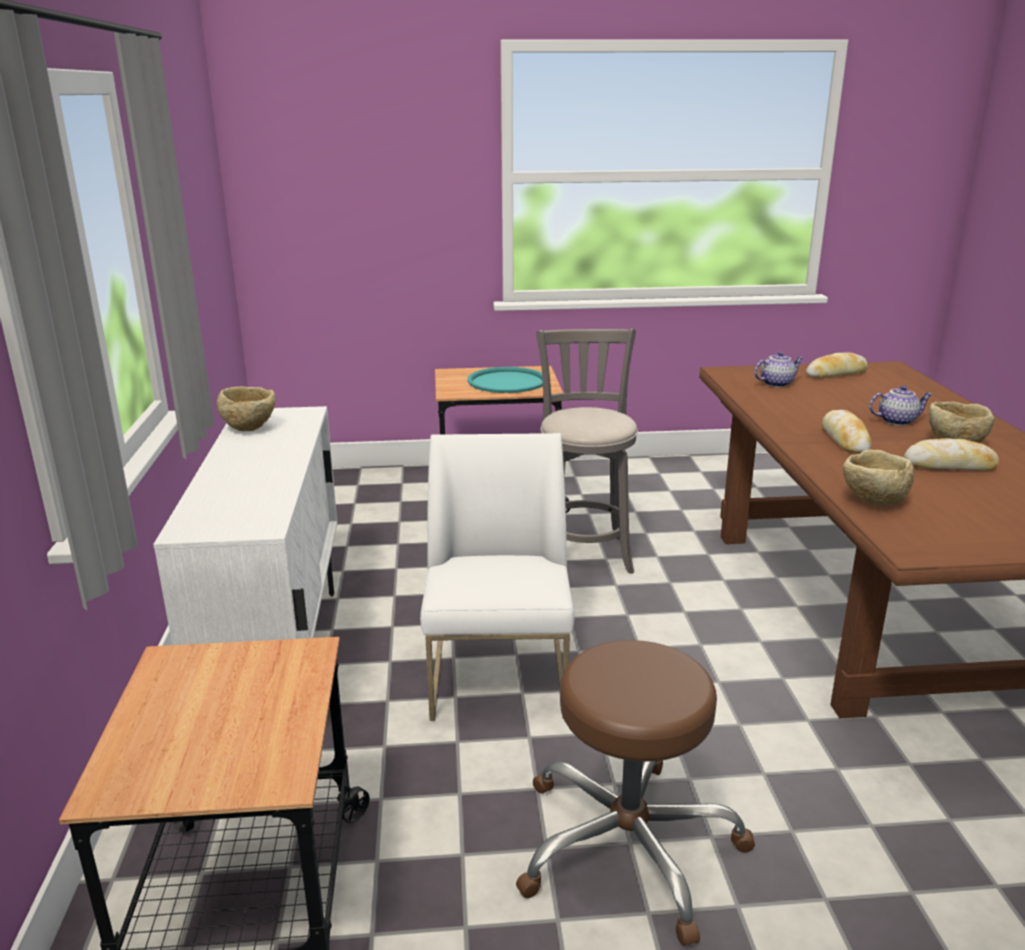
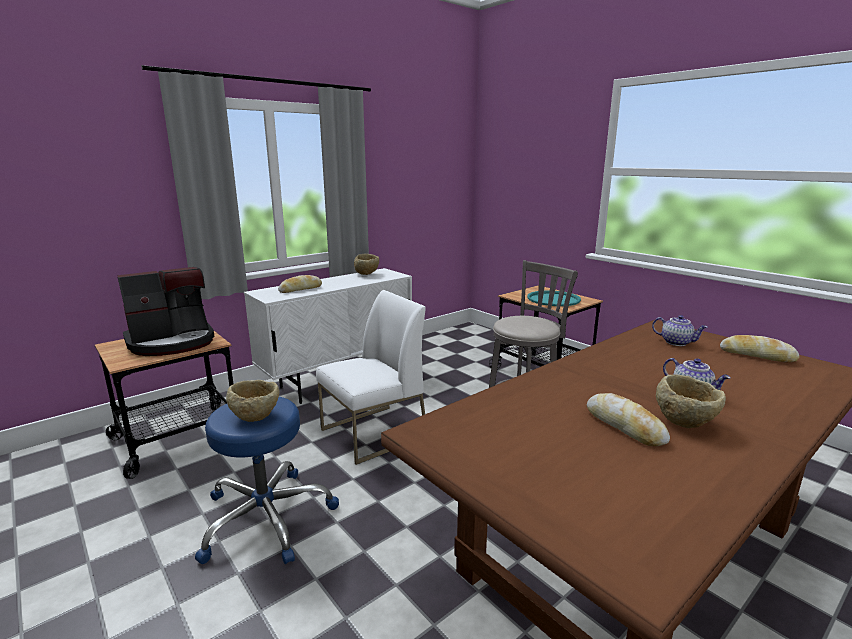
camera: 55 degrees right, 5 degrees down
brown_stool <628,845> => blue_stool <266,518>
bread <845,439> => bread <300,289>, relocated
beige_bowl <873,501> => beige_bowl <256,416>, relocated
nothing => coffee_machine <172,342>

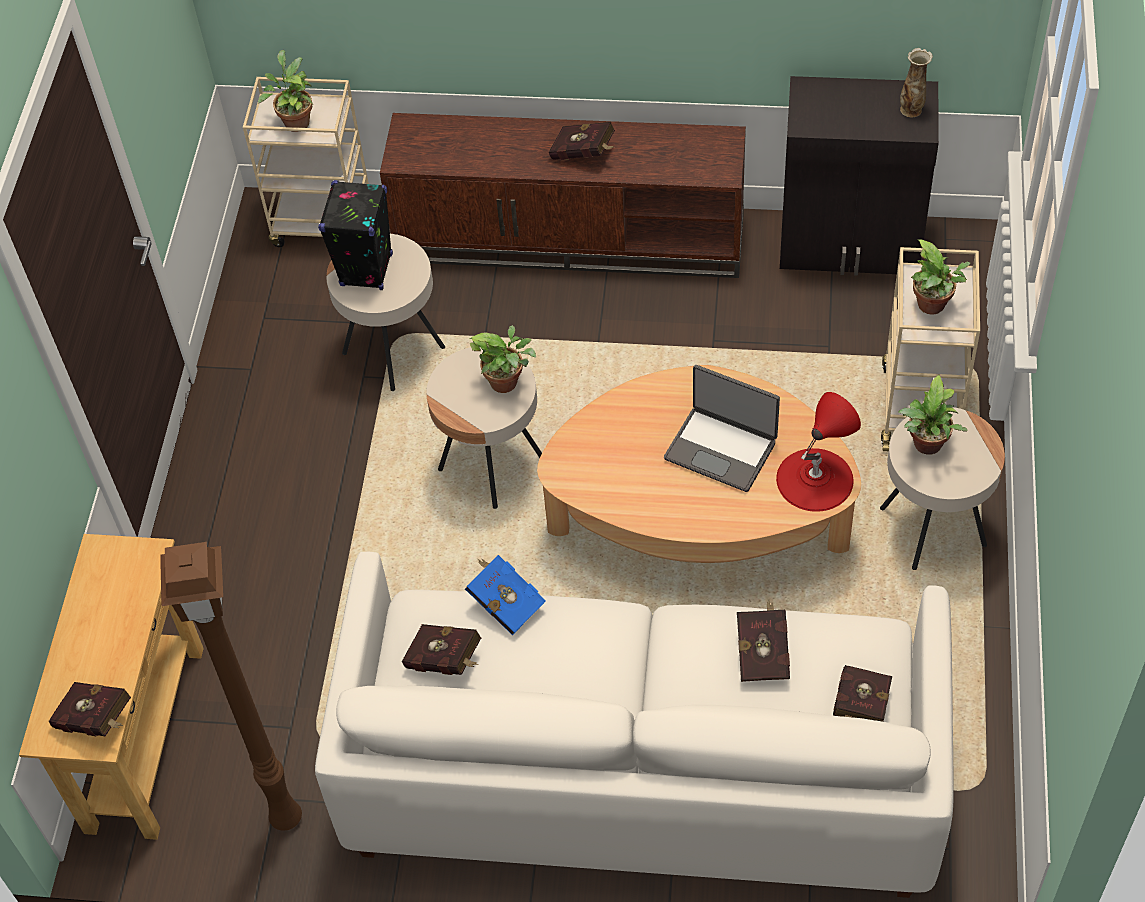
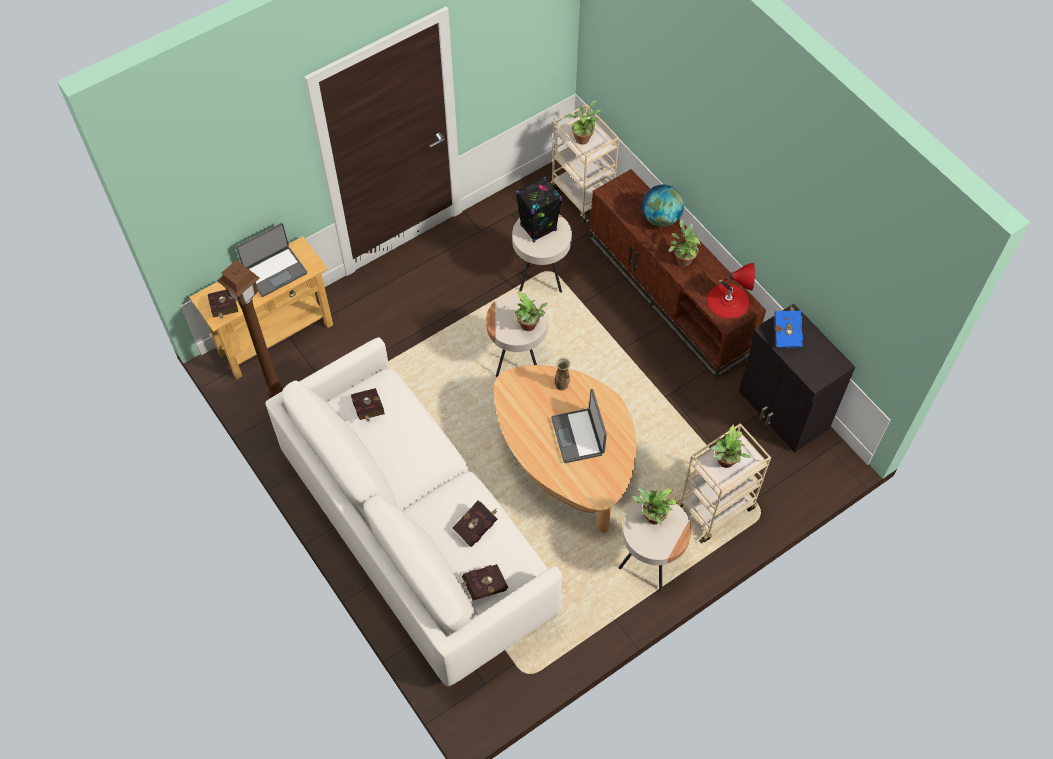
camera: 45 degrees right, 5 degrees up
blue_book <505,602> => blue_book <786,333>, relocated
red_book <584,154> => potted_plant <682,259>
red_table_lamp <814,479> => red_table_lamp <728,301>, relocated
vase <911,110> => vase <561,385>, relocated
nothing => laptop <275,271>
nothing => globe <661,218>

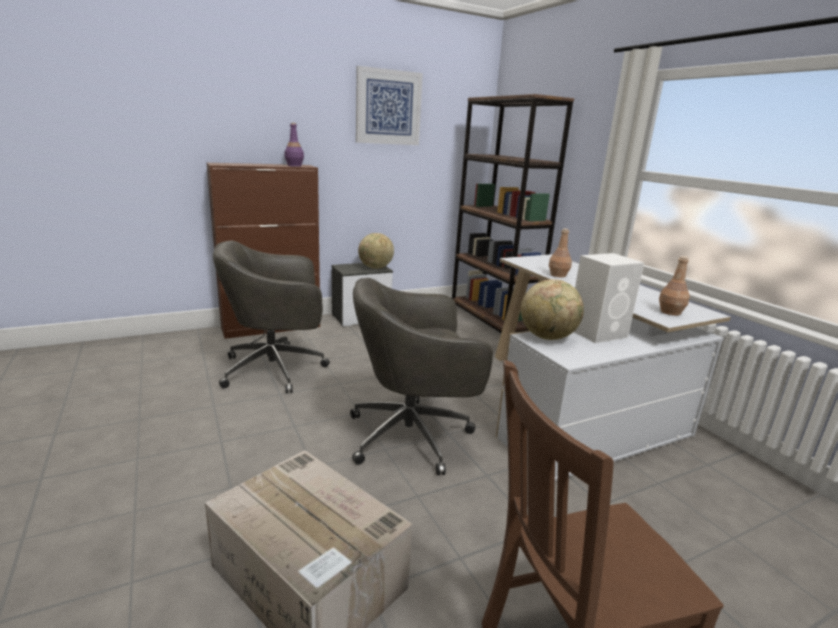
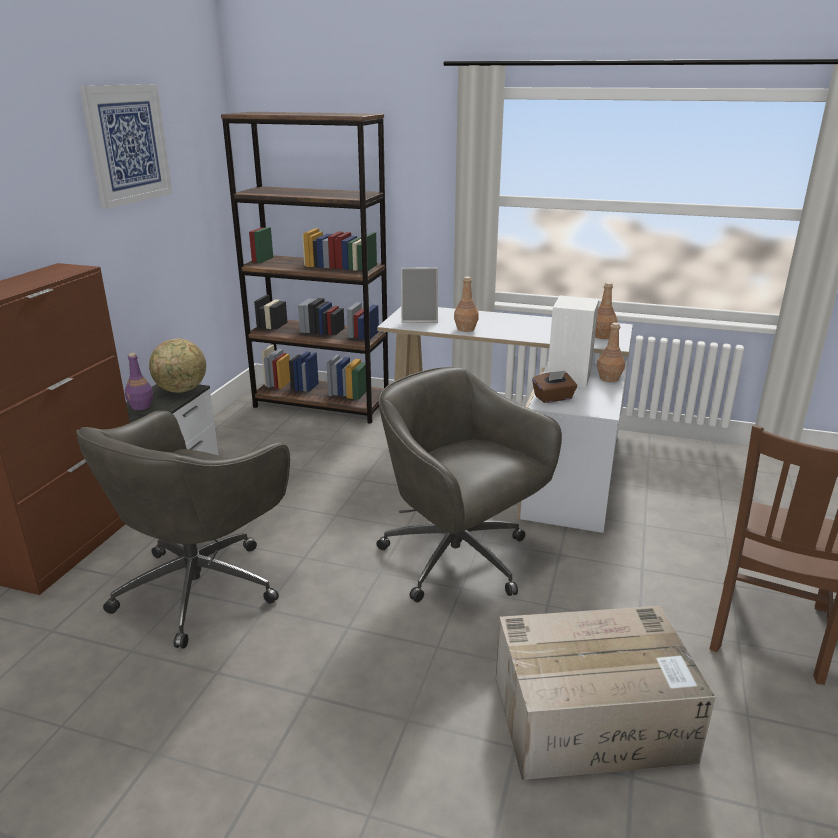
camera: 45 degrees left, 5 degrees up
purple_bottle <294,166> => purple_bottle <141,406>, relocated
grey_office_chair <413,435> => grey_office_chair <459,561>, 105 degrees clockwise
globe <547,337> => brown_tissue_box <553,398>
nothing => picture_frame <419,319>
nothing => brown_bottle <609,378>

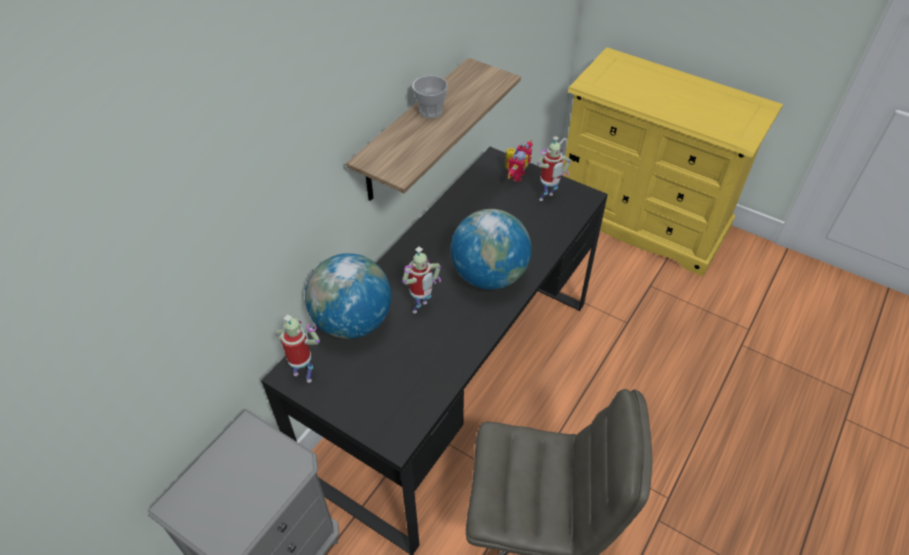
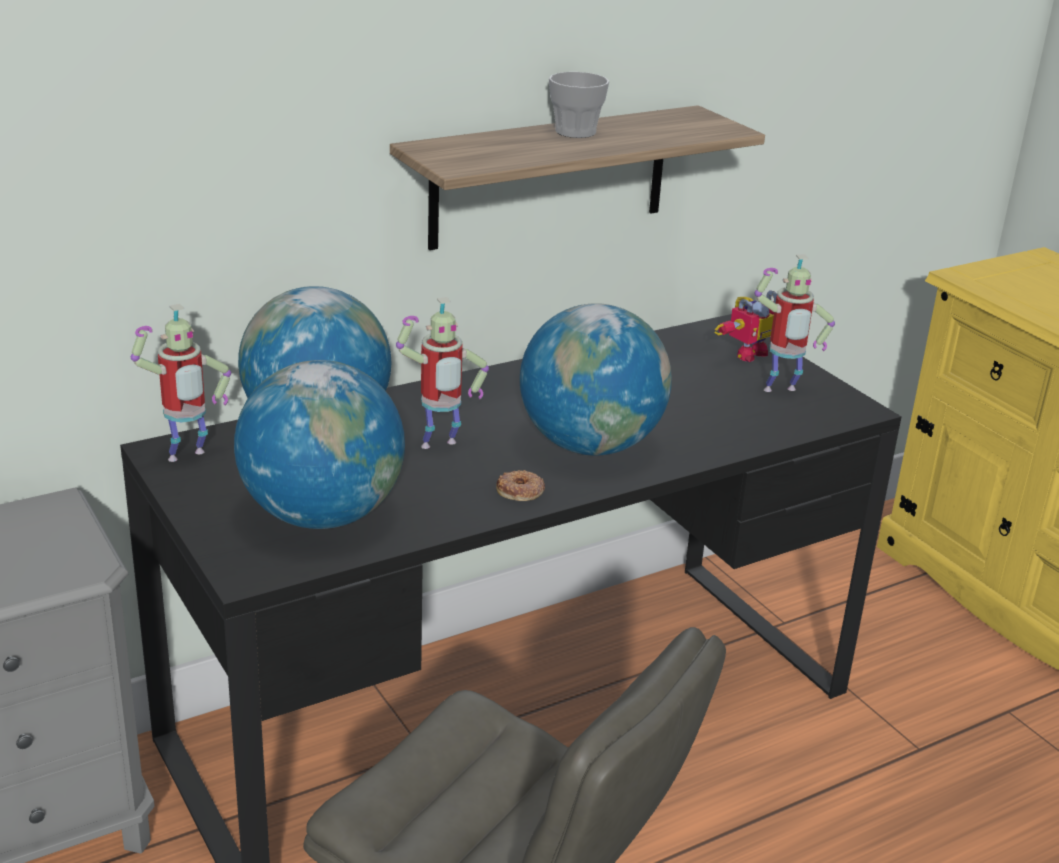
camera: 25 degrees right, 20 degrees down
toy_robot <305,374> => toy_robot <187,458>, 90 degrees clockwise
nothing => globe <322,515>
nothing => donut <520,491>

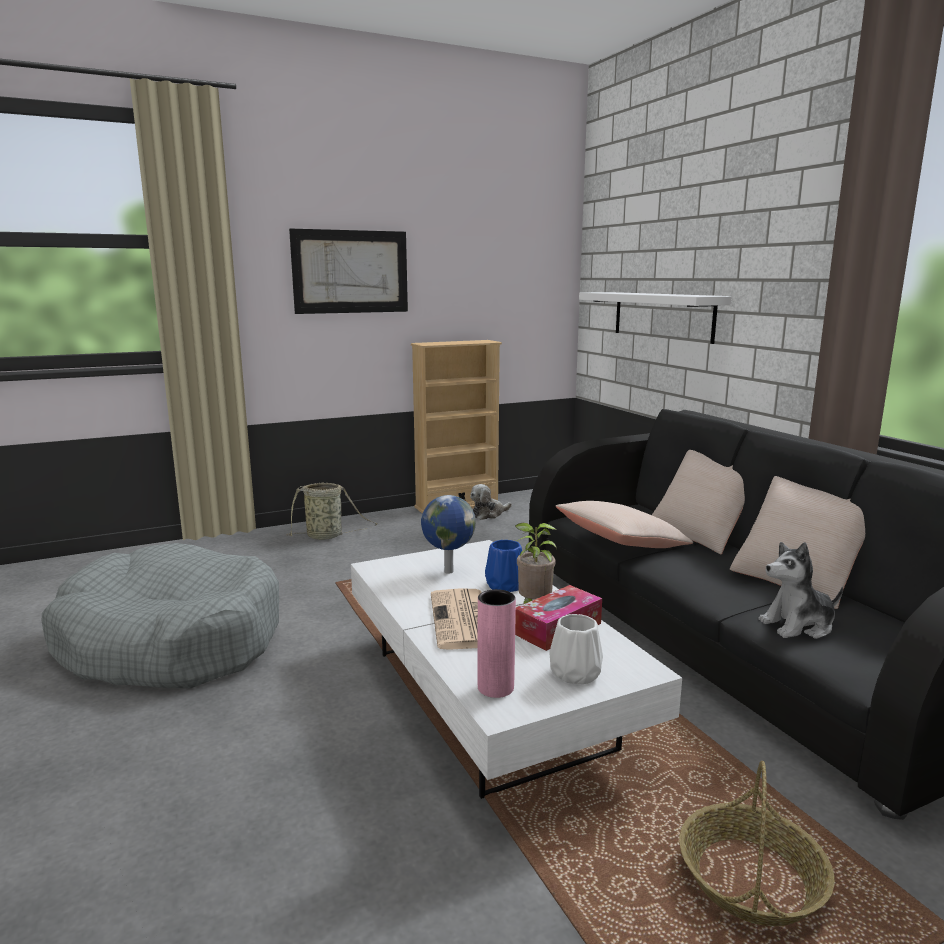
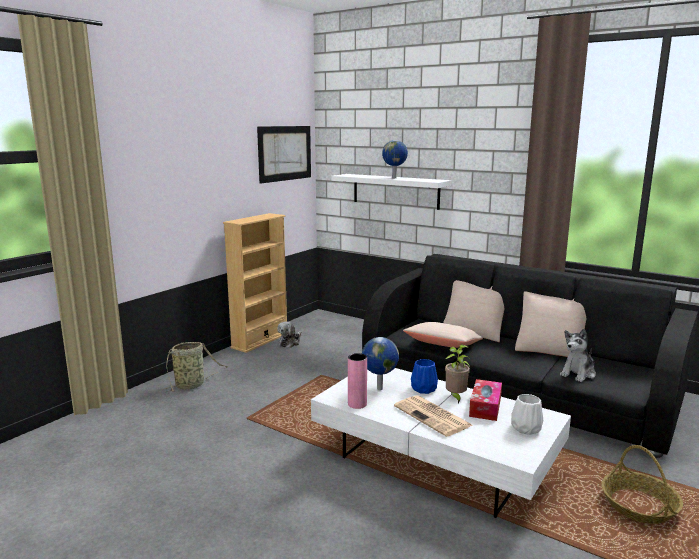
camera: 30 degrees left, 0 degrees up
grey_dog_bed <171,641> => nothing
picture <351,272> => picture <285,153>, relocated
pink_vase <495,688> => pink_vase <357,404>, relocated
nothing => globe <394,178>

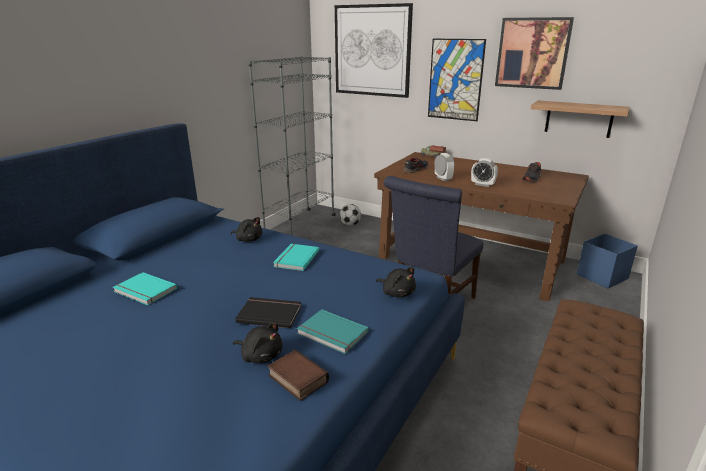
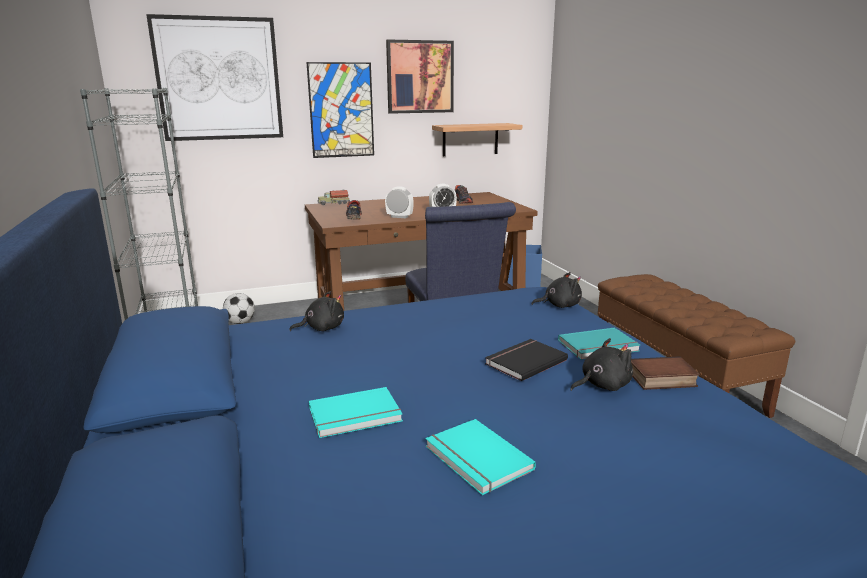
camera: 50 degrees left, 5 degrees down
turquoise_book <295,258> => turquoise_book <476,459>, relocated

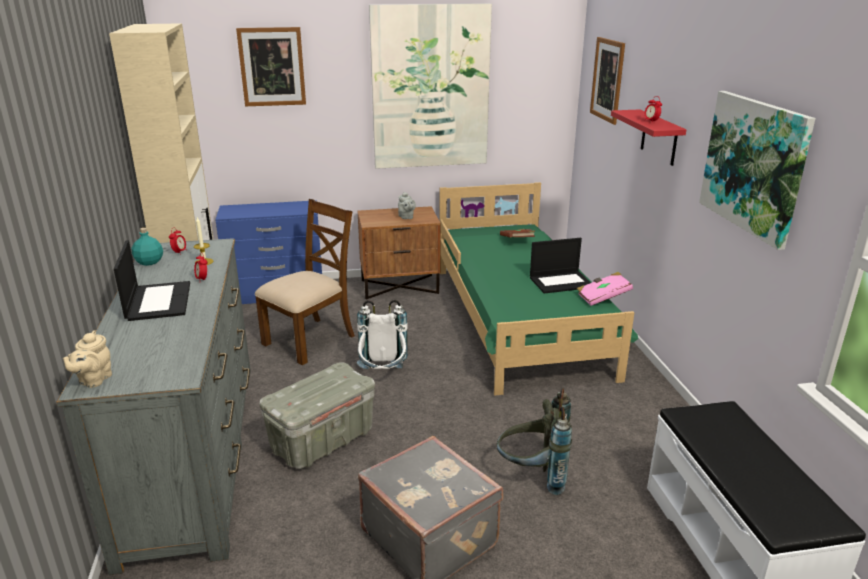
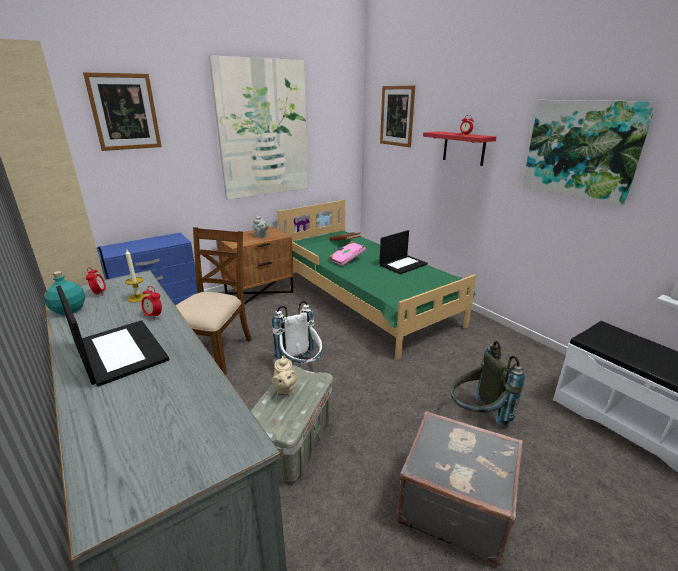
camera: 25 degrees left, 0 degrees up
beige_teapot <93,380> => beige_teapot <285,390>, relocated
pink_book <603,298> => pink_book <346,260>, relocated

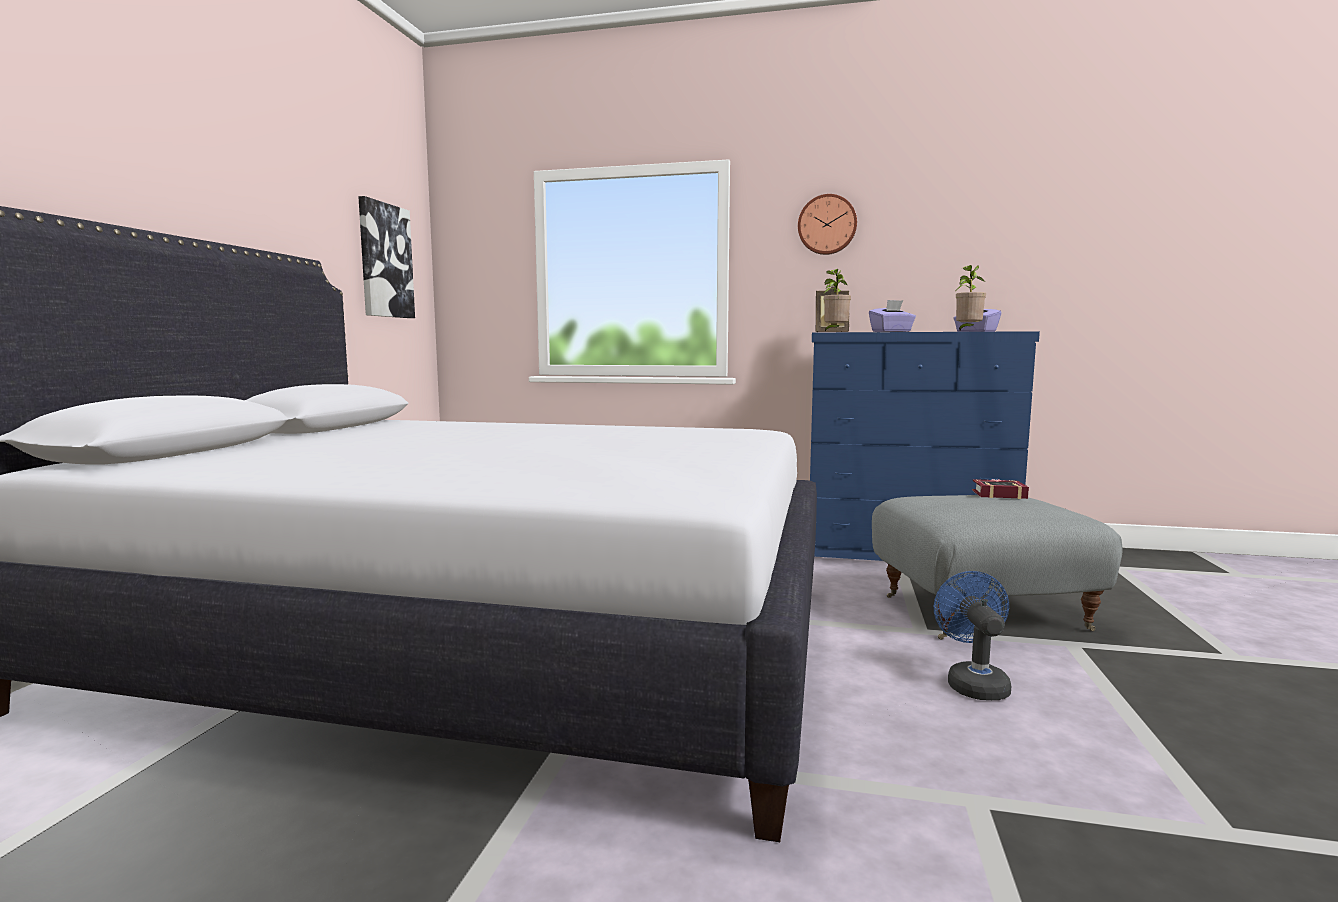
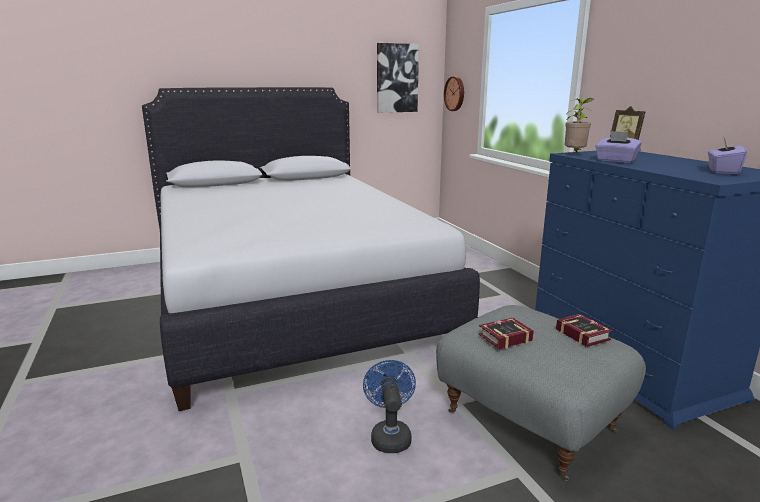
camera: 55 degrees right, 10 degrees up
wall_clock <827,225> => wall_clock <455,93>, relocated
blue_fan <973,683> => blue_fan <390,435>, 60 degrees counterclockwise
potted_plant <967,331> => nothing
nothing => book <502,337>

